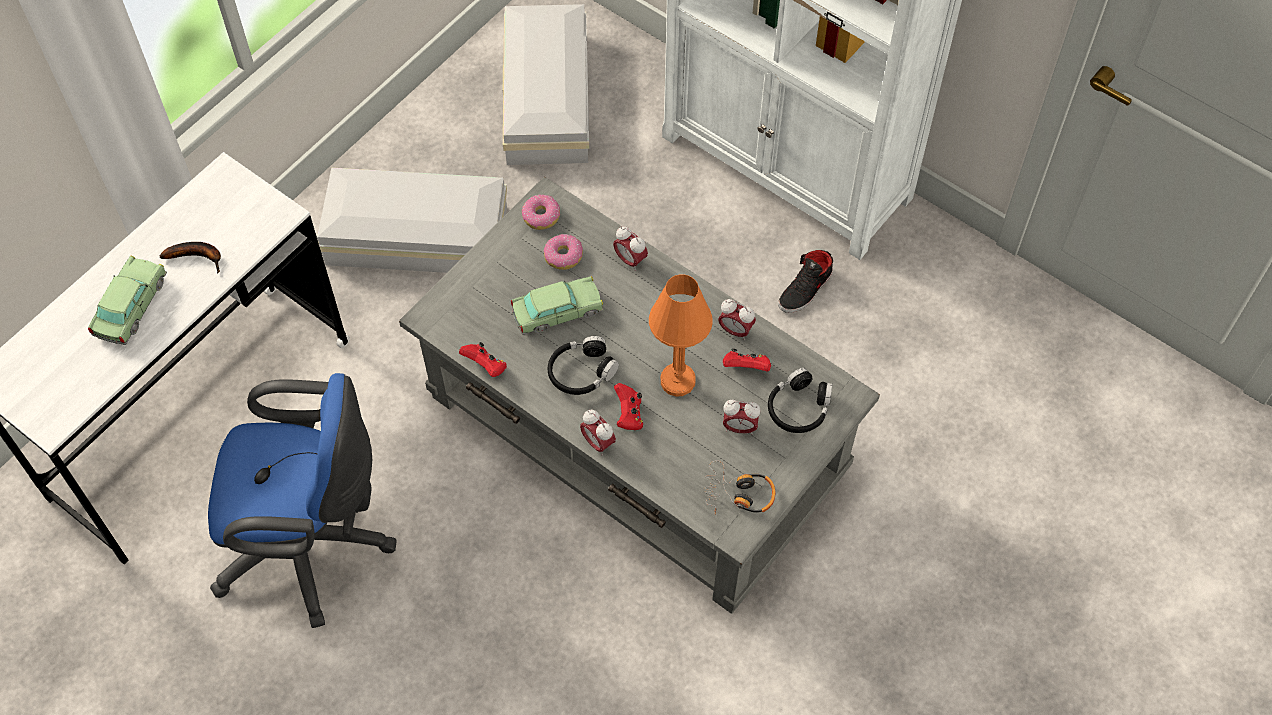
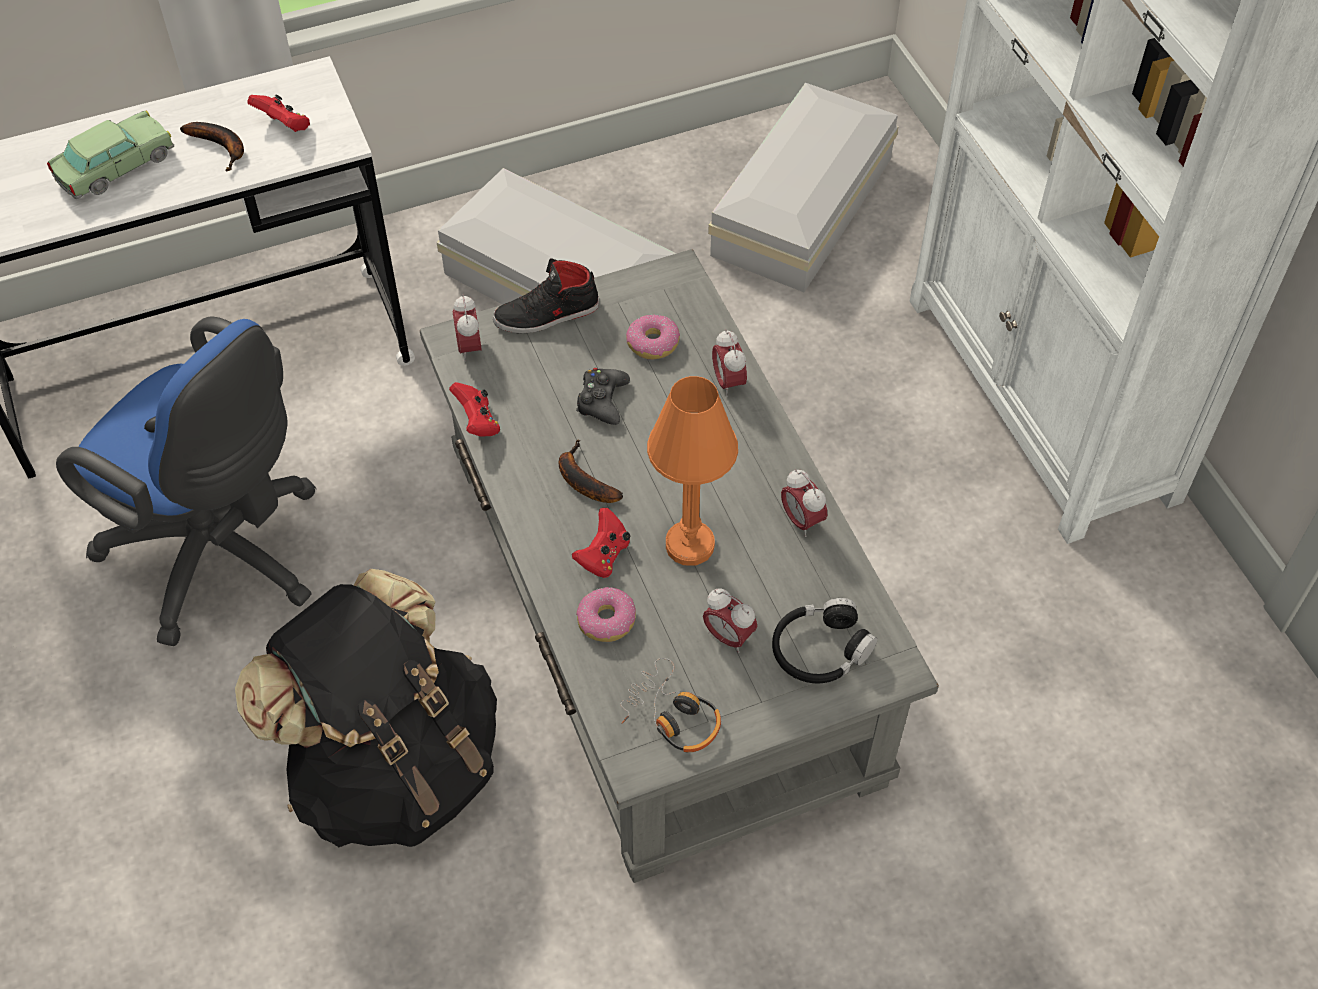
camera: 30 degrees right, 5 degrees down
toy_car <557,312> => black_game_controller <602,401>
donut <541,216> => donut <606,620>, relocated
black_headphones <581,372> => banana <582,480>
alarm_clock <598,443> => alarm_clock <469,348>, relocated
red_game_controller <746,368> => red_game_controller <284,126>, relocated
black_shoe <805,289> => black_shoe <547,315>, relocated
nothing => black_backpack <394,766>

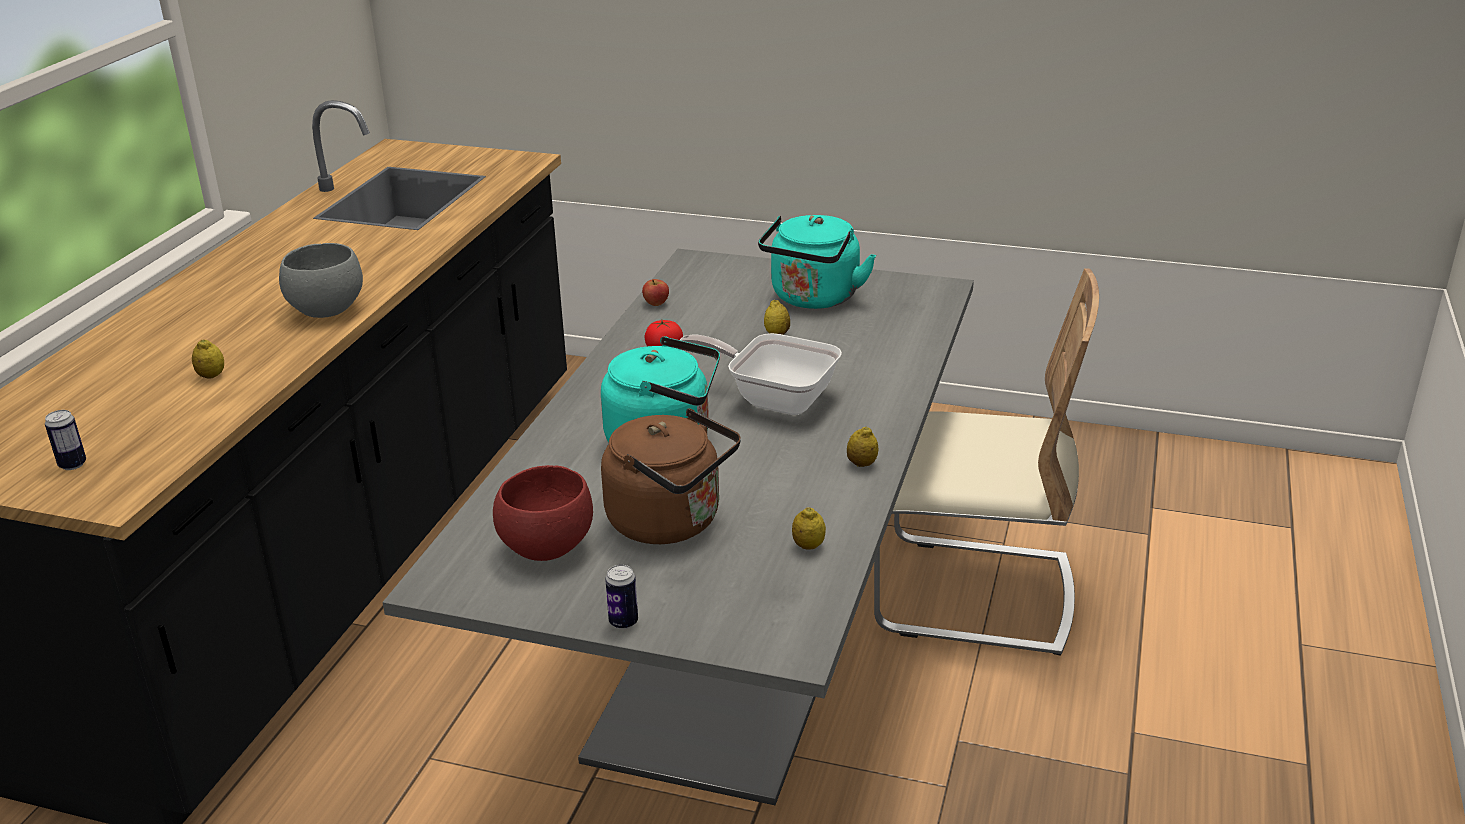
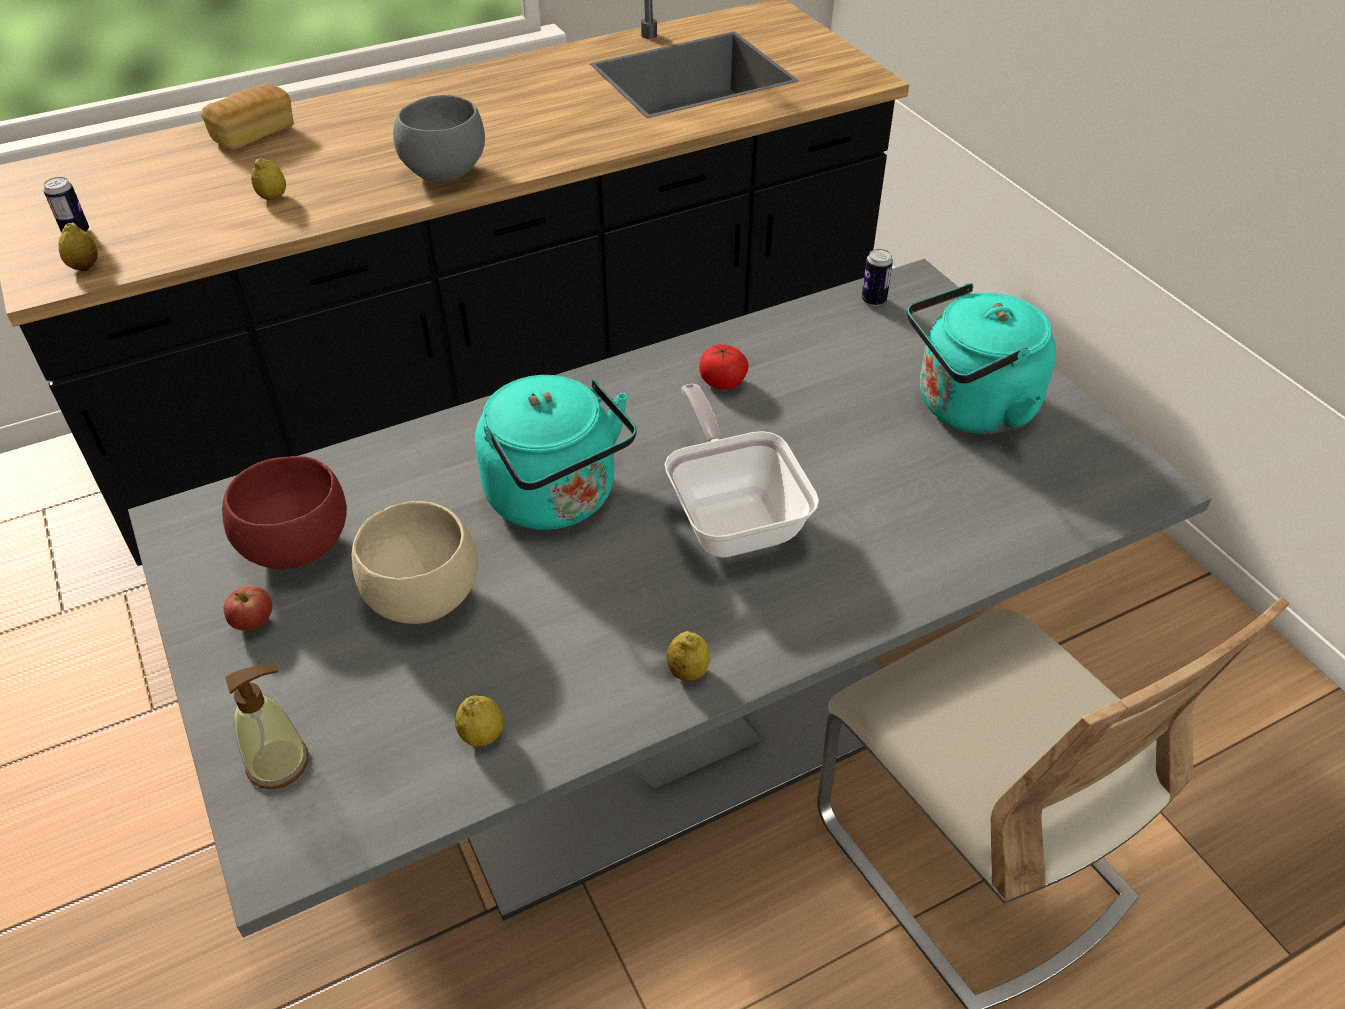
camera: 45 degrees right, 15 degrees up
brown_kettle <671,522> => beige_bowl <421,601>
can <623,622> => can <873,300>, relocated
apple <656,303> => apple <254,622>, relocated
lemon <777,334> => lemon <85,267>, relocated
nothing => bread <254,135>
nothing => soap_dispenser <279,763>

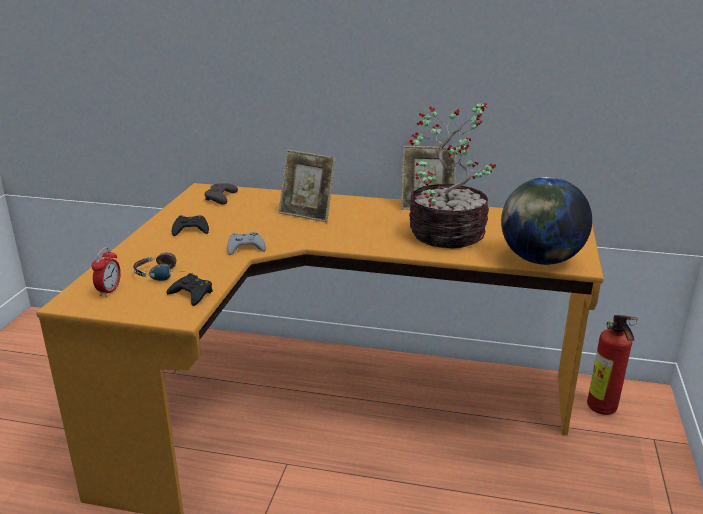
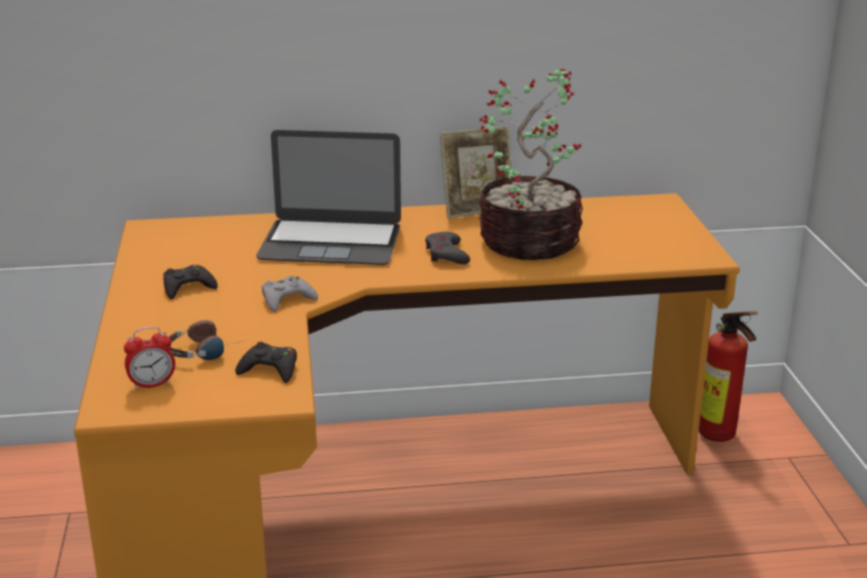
camera: 20 degrees left, 0 degrees up
alarm_clock <109,290> => alarm_clock <152,384>, 75 degrees clockwise
grey_game_controller <220,197> => grey_game_controller <446,254>, relocated
picture_frame <307,214> => laptop <330,242>
globe <540,260> => nothing

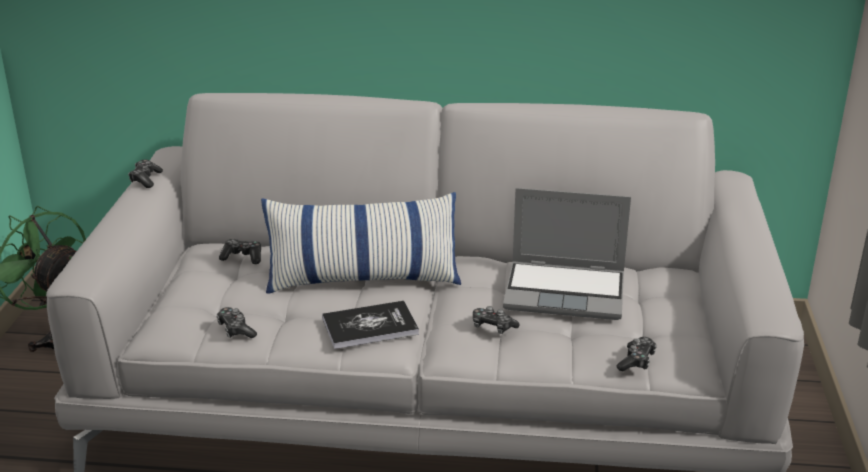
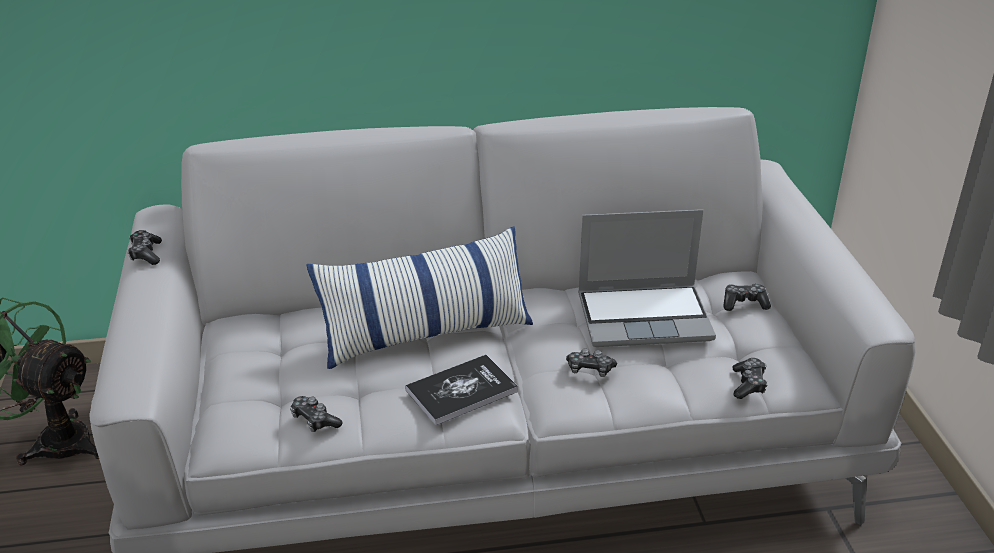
camera: 15 degrees left, 5 degrees up
game_controller <243,257> => game_controller <744,303>, relocated

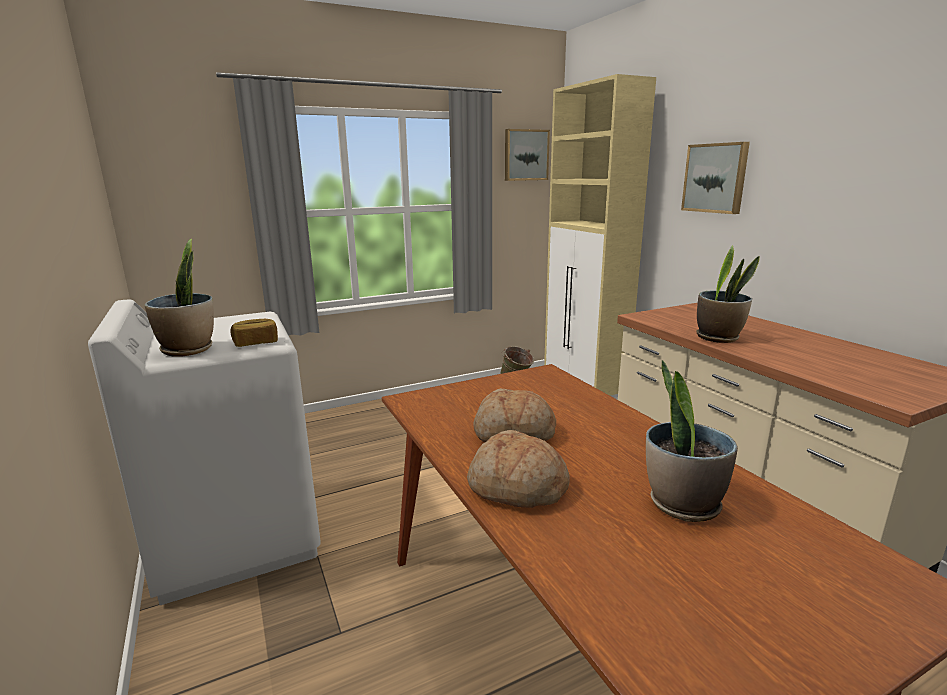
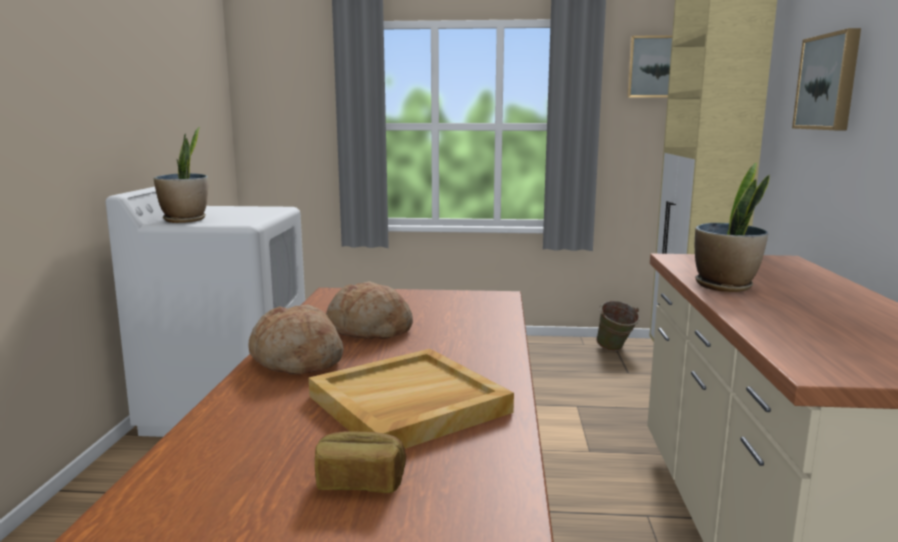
camera: 30 degrees right, 5 degrees down
bread <256,343> => bread <360,482>, relocated
potted_plant <682,504> => beige_tray <408,405>

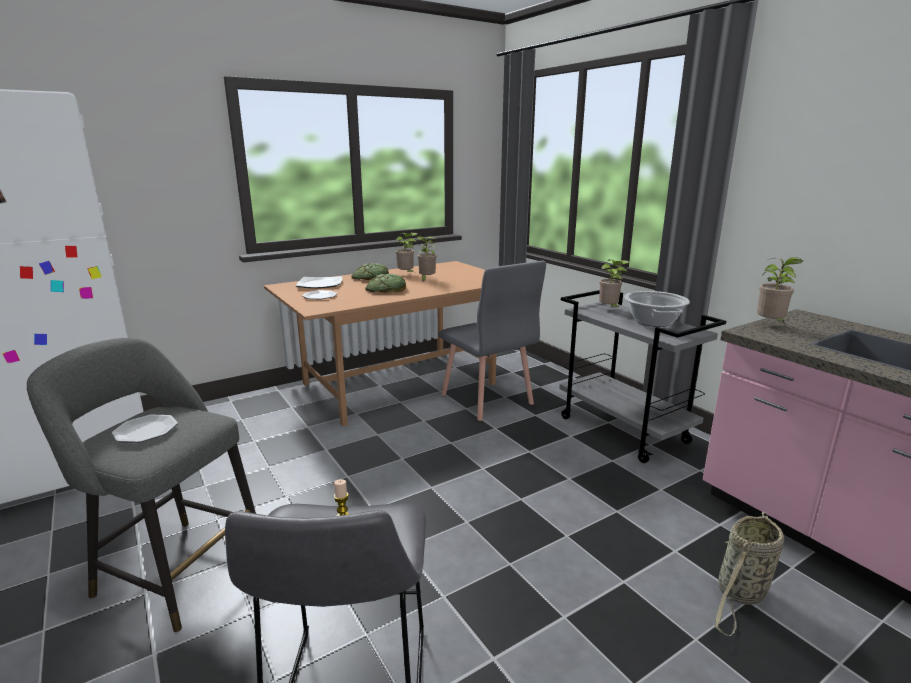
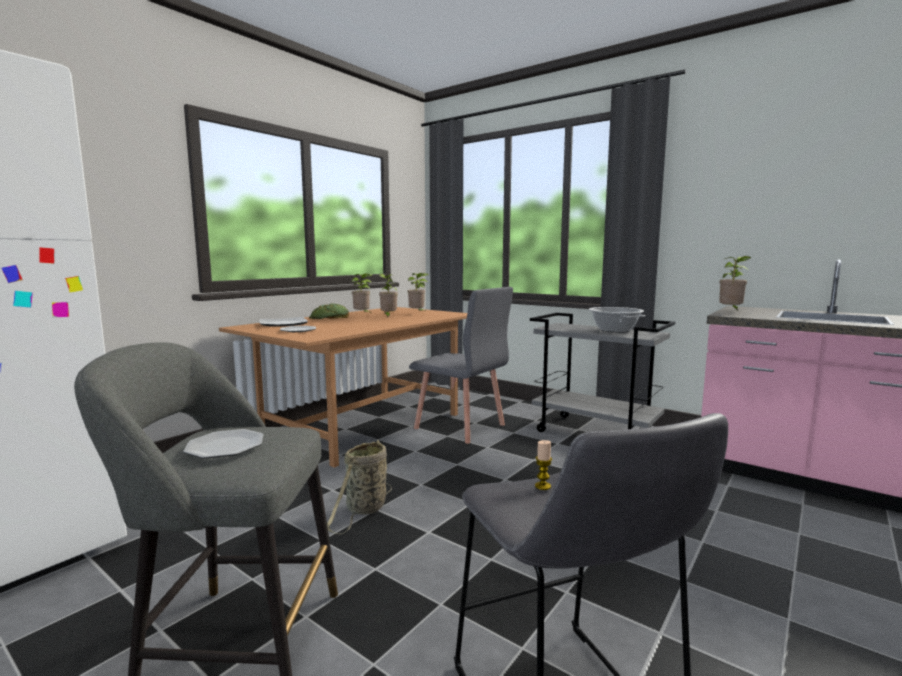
camera: 20 degrees left, 10 degrees down
bread <386,289> => nothing
potted_plant <609,309> => potted_plant <417,313>, relocated
basket <740,594> => basket <365,510>, relocated

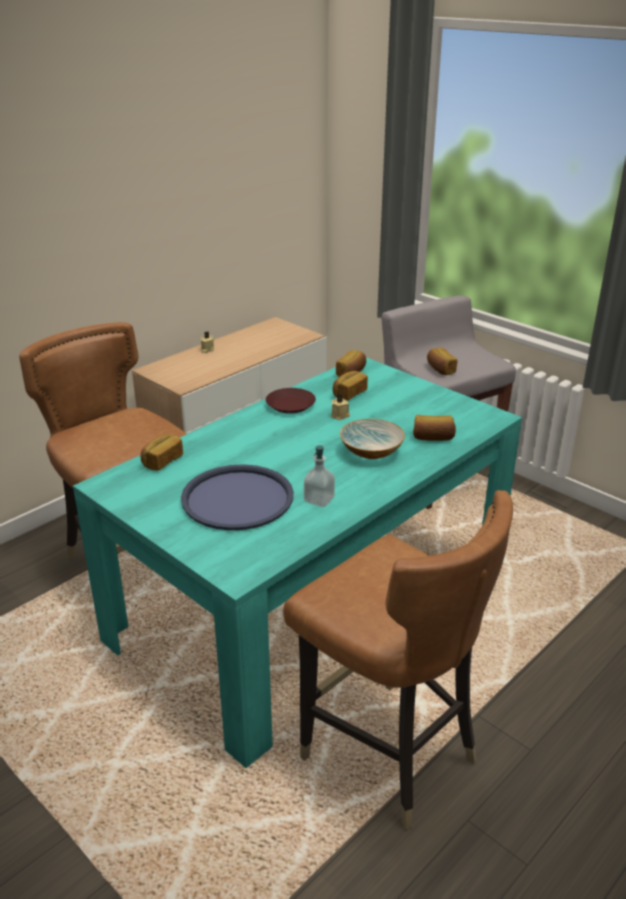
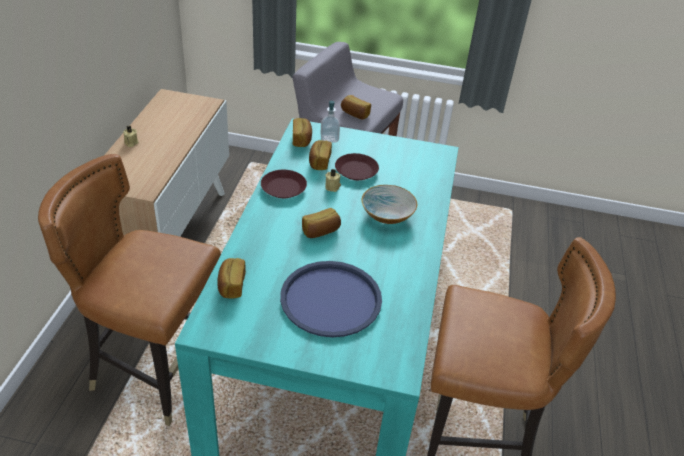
camera: 35 degrees left, 10 degrees up
soap_dispenser <319,500> => soap_dispenser <329,138>, relocated
bread <433,438> => bread <321,231>, relocated
nothing => brown_plate <356,171>

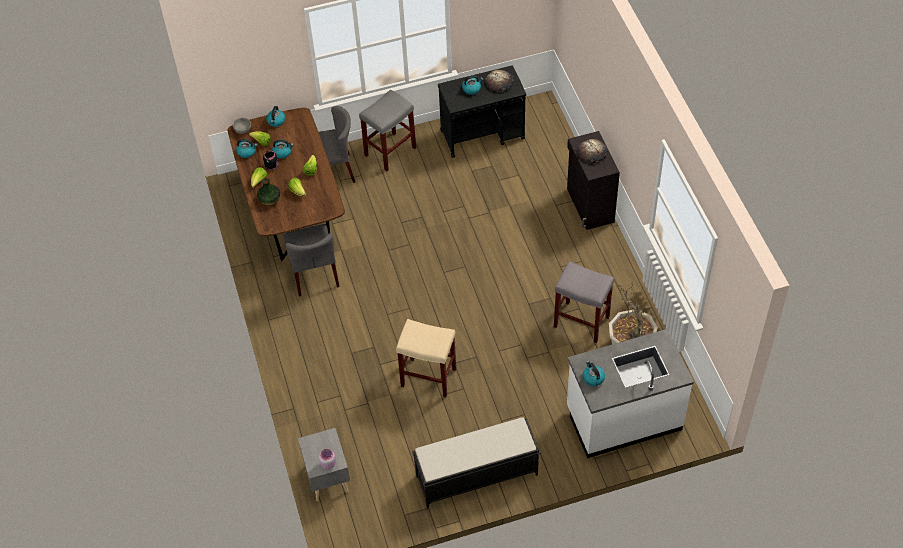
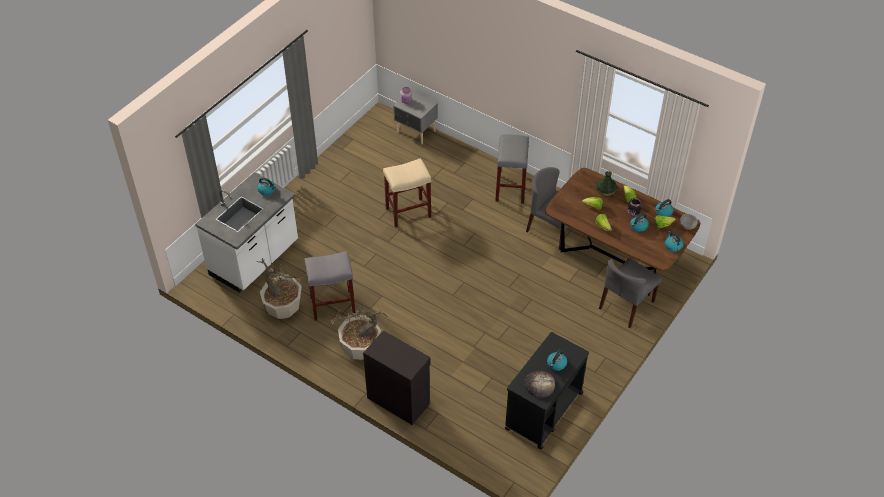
camera: 140 degrees right, 5 degrees down
grey_stool <390,151> => grey_stool <511,189>, relocated
black_bench <475,475> => nothing
bread <592,152> => nothing
nothing => potted_plant <360,349>

